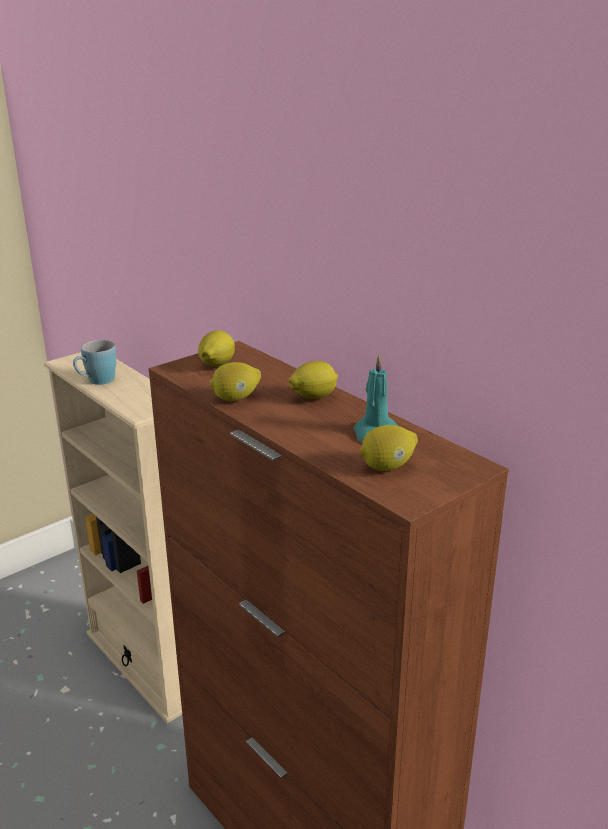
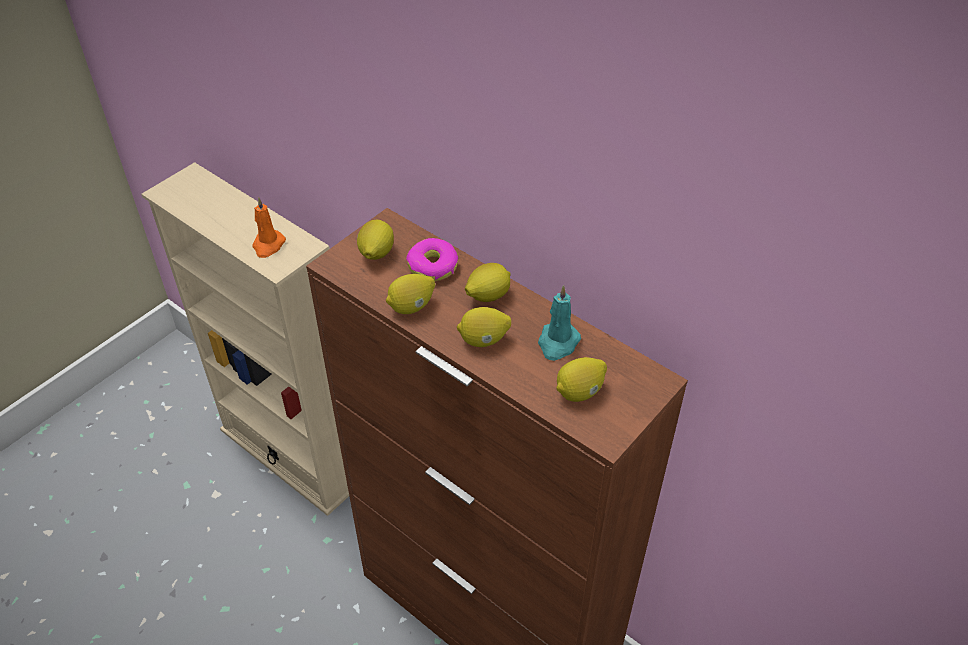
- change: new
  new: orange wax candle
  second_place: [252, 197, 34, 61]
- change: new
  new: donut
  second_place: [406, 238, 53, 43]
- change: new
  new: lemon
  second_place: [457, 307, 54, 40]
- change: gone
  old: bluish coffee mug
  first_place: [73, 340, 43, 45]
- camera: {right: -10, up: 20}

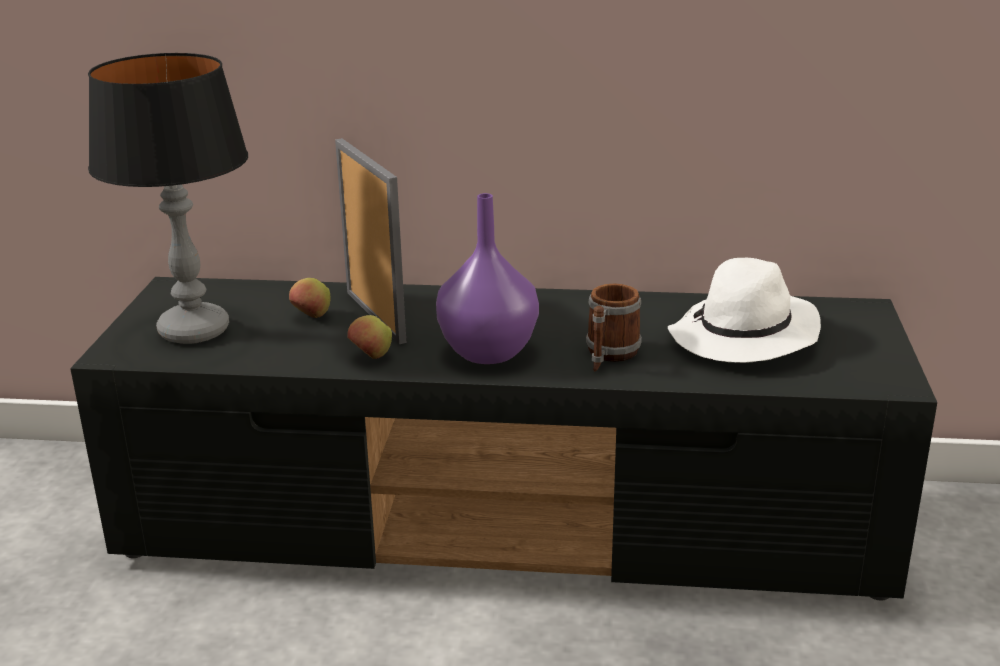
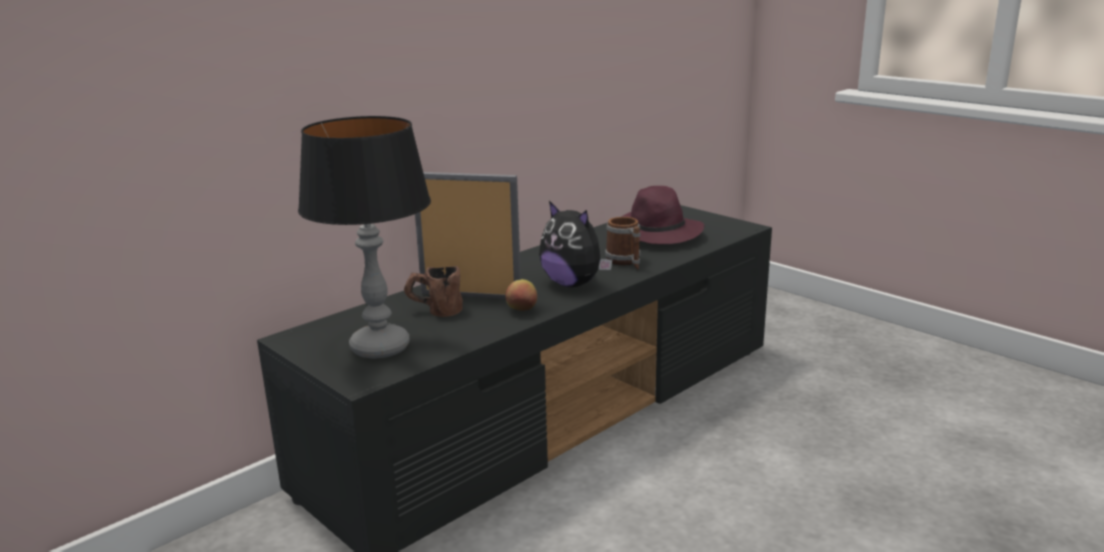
- change: swapped
  old: apple fruit
  new: brown coffee mug
  first_place: [289, 278, 42, 40]
  second_place: [404, 266, 59, 51]
- change: swapped
  old: purple decorative vase
  new: plush toy
  first_place: [436, 193, 103, 171]
  second_place: [539, 201, 73, 86]
- change: repainted
  old: whitish wearable hat
  new: purple wearable hat
  first_place: [668, 258, 153, 105]
  second_place: [621, 186, 84, 58]
- camera: {right: -50, up: -5}

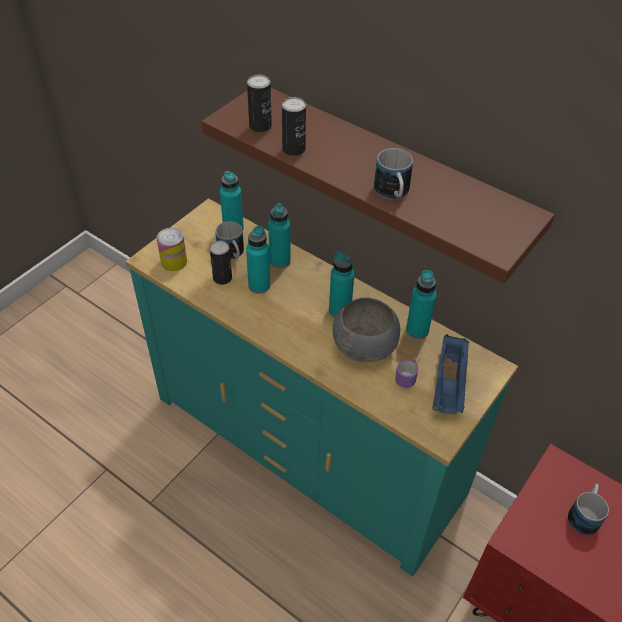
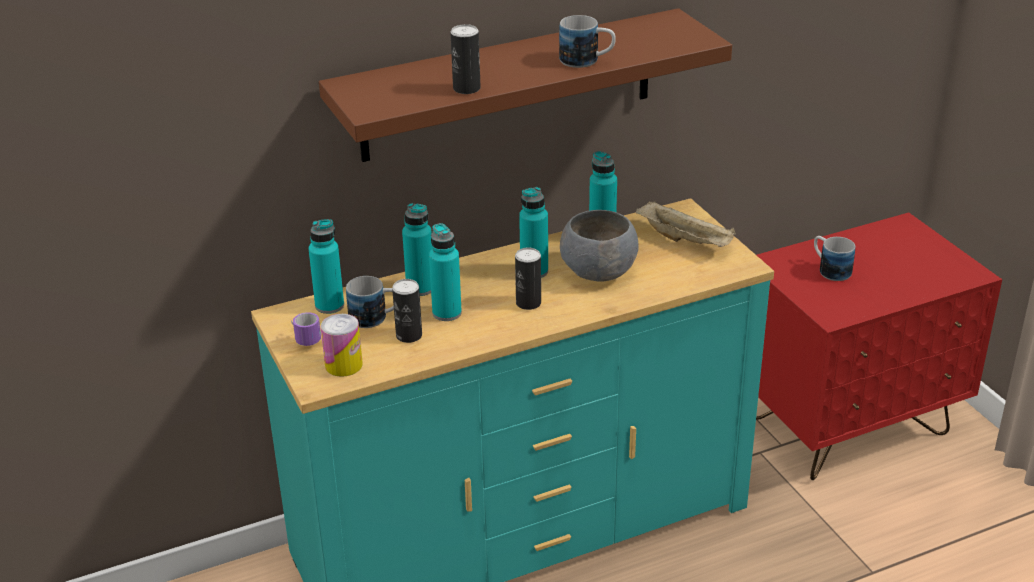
- change: shifted
  old: coffee mug
  first_place: [395, 359, 25, 29]
  second_place: [291, 312, 30, 34]
- change: shifted
  old: sealed can
  first_place: [247, 75, 25, 57]
  second_place: [515, 247, 26, 63]
- change: repainted
  old: bluish carrying tray
  new: beige-coloured carrying tray
  first_place: [433, 334, 36, 80]
  second_place: [636, 201, 100, 46]
- camera: {right: -60, up: -15}

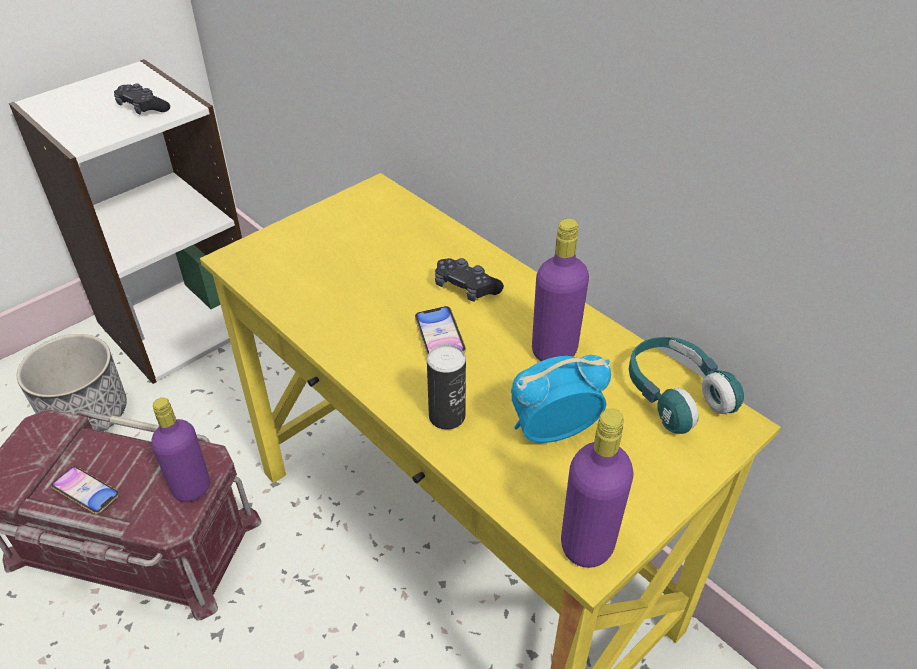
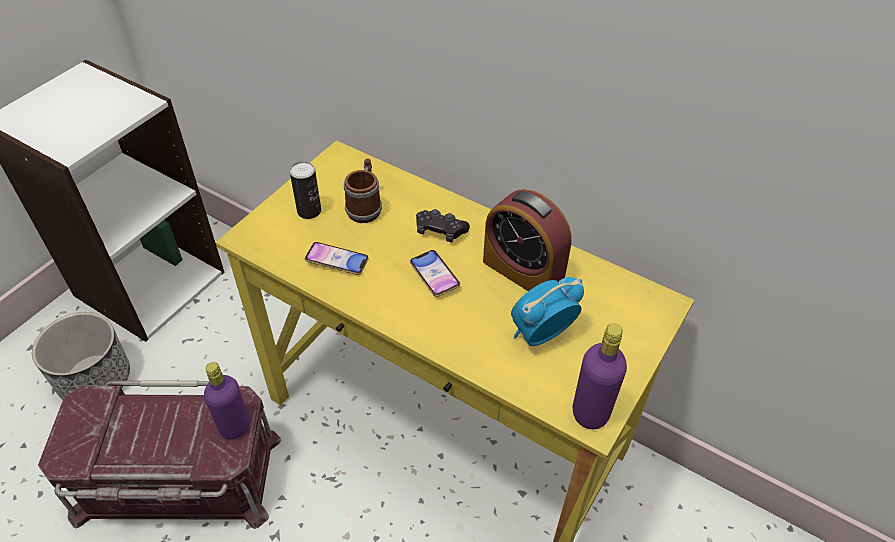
- change: shifted
  old: sealed can
  first_place: [427, 344, 39, 86]
  second_place: [290, 161, 31, 58]
- change: shifted
  old: handset
  first_place: [51, 466, 68, 48]
  second_place: [305, 242, 64, 33]
- change: new
  new: coffee mug
  second_place: [344, 158, 38, 65]
- change: swapped
  old: purple drink bottle
  new: alarm clock
  first_place: [532, 219, 57, 142]
  second_place: [483, 189, 89, 102]
- change: gone
  old: black-coloured joypad
  first_place: [114, 84, 56, 30]
- change: gone
  old: turquoise-coloured headphones
  first_place: [629, 337, 115, 97]
- camera: {right: -15, up: 5}

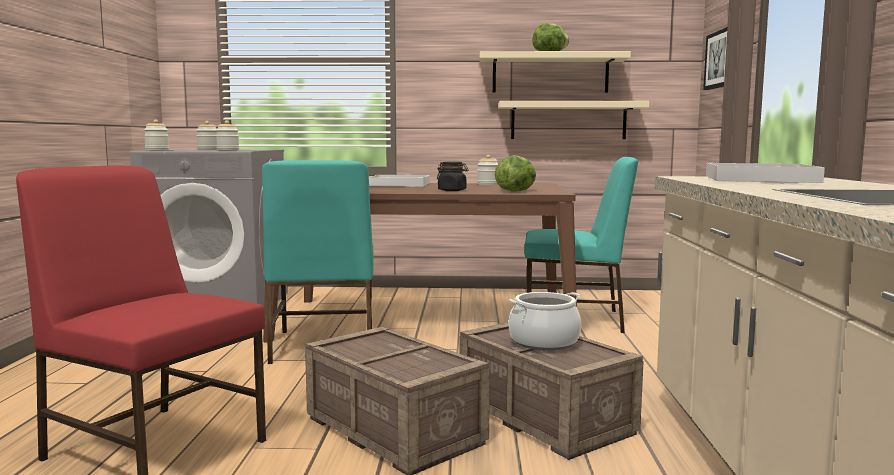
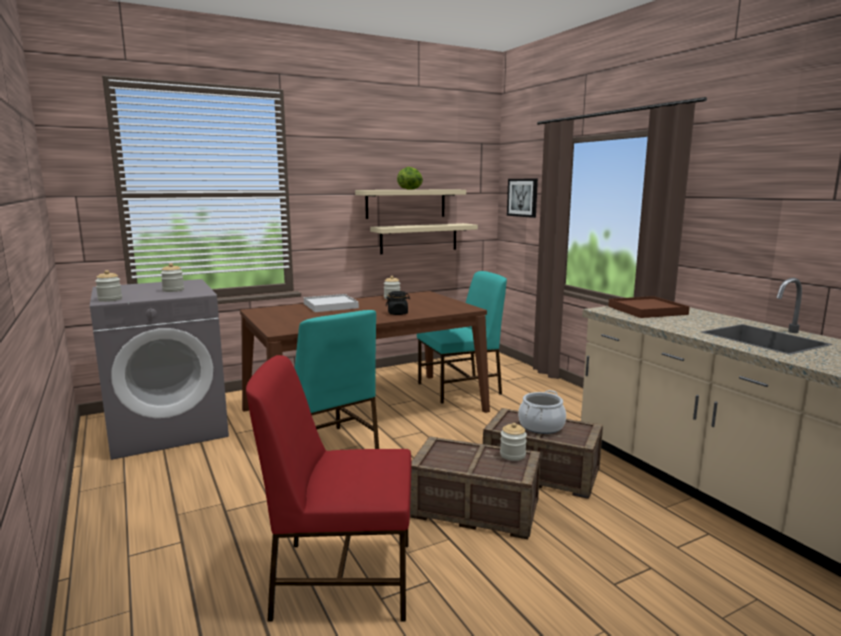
- change: shifted
  old: jar
  first_place: [196, 121, 21, 29]
  second_place: [500, 423, 27, 38]
- change: repainted
  old: whitish carrying tray
  new: brown carrying tray
  first_place: [706, 163, 119, 20]
  second_place: [608, 296, 82, 22]
- change: gone
  old: lettuce head
  first_place: [495, 155, 41, 37]
- camera: {right: -30, up: 5}

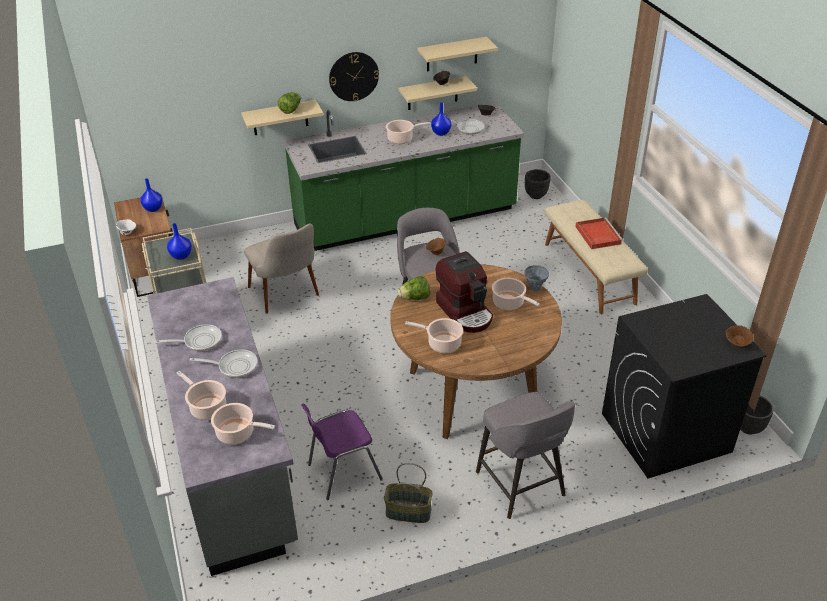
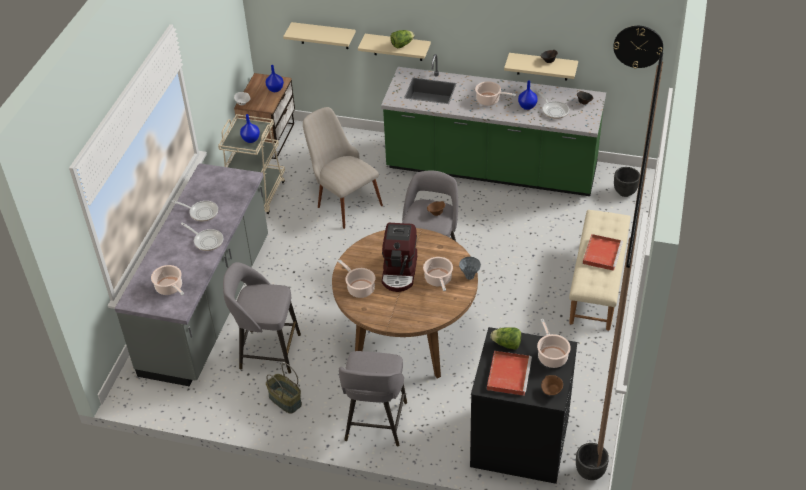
- change: swapped
  old: purple upright chair
  new: grey sitting stool
  first_place: [301, 403, 82, 97]
  second_place: [223, 262, 78, 112]
- change: shifted
  old: beige-coloured bracket shelf
  first_place: [418, 37, 80, 35]
  second_place: [283, 22, 73, 27]
- change: rotated
  old: beige-coloured upright chair
  first_place: [244, 223, 75, 91]
  second_place: [303, 107, 80, 122]
  degrees: 135
- change: new
  new: red carrying tray
  second_place: [487, 351, 45, 45]
- change: shifted
  old: lettuce head
  first_place: [398, 276, 32, 24]
  second_place: [491, 327, 30, 23]
- change: shifted
  old: saucepot
  first_place: [177, 371, 49, 49]
  second_place: [537, 319, 34, 49]
- change: shifted
  old: hanging clock
  first_place: [329, 52, 50, 49]
  second_place: [613, 26, 50, 43]
- camera: {right: 35, up: 5}

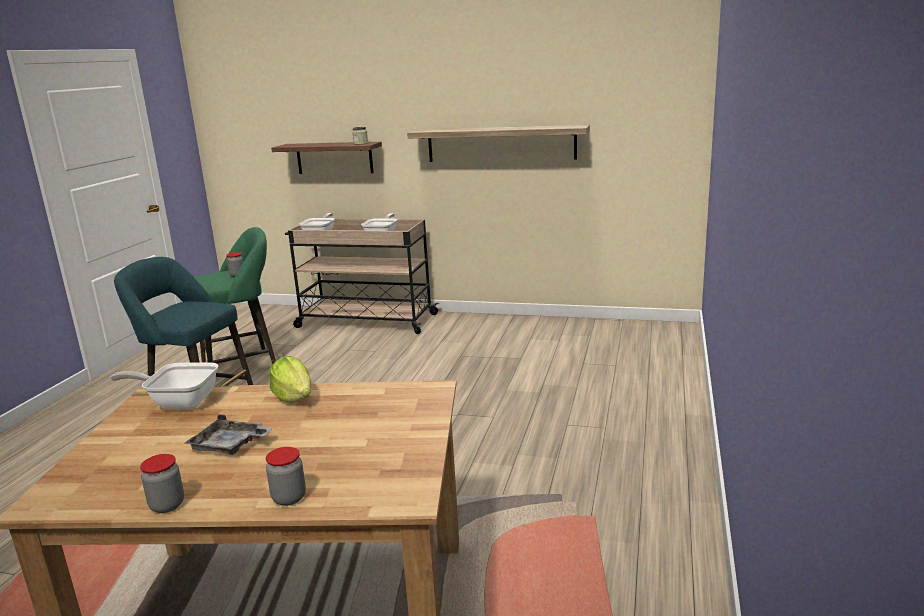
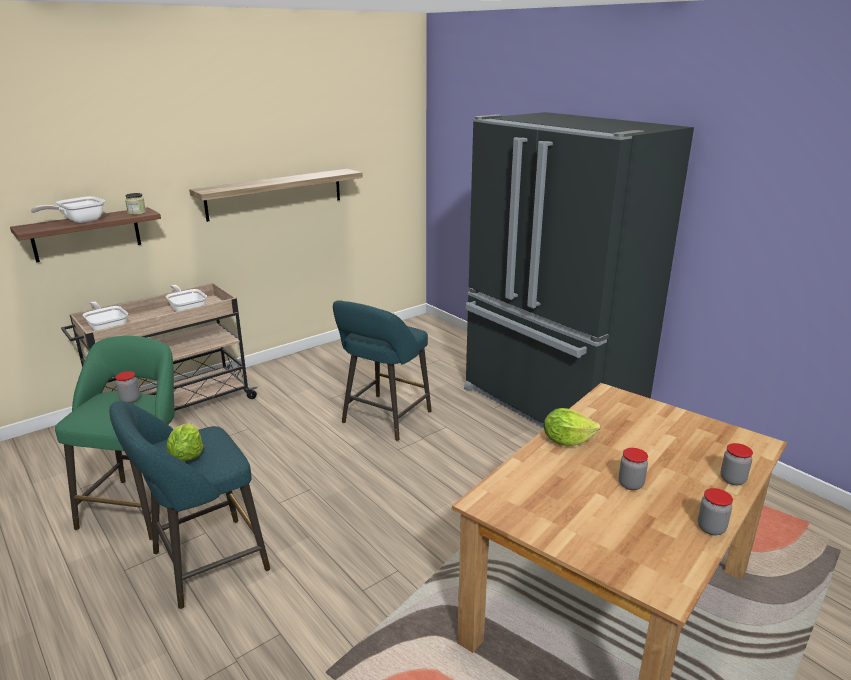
- change: shifted
  old: skillet
  first_place: [110, 362, 108, 47]
  second_place: [30, 196, 75, 27]
- change: new
  new: lettuce head
  second_place: [167, 423, 37, 38]
- change: new
  new: turquoise-coloured sitting stool
  second_place: [333, 300, 99, 141]
- change: new
  new: black-coloured fridge
  second_place: [464, 112, 230, 316]
- change: swapped
  old: grey carrying tray
  new: jar
  first_place: [185, 414, 88, 41]
  second_place: [619, 448, 29, 42]
- camera: {right: -55, up: 5}

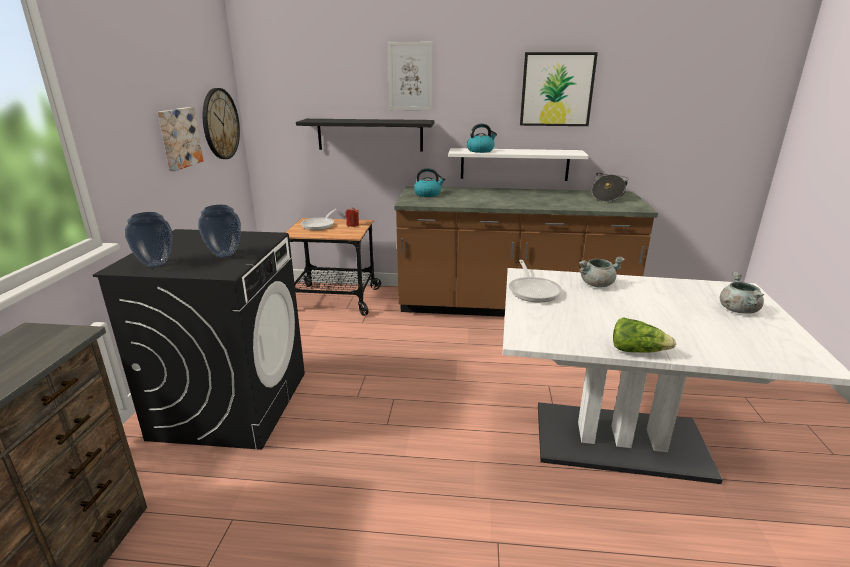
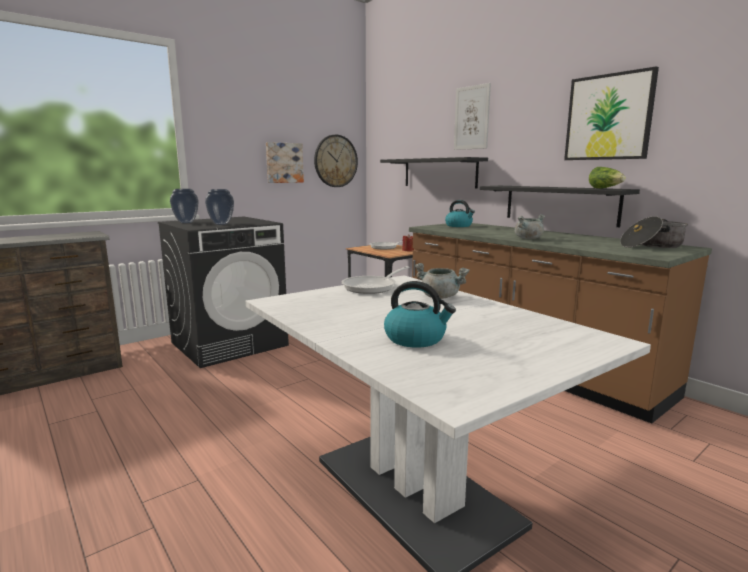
- change: shifted
  old: water kettle
  first_place: [467, 124, 30, 29]
  second_place: [384, 281, 72, 66]
- change: repainted
  old: whitish bracket shelf
  new: black-coloured bracket shelf
  first_place: [448, 148, 141, 33]
  second_place: [480, 186, 160, 41]
- change: shifted
  old: grey saucepot
  first_place: [720, 272, 44, 42]
  second_place: [514, 214, 31, 25]
- change: shifted
  old: lettuce head
  first_place: [613, 317, 63, 36]
  second_place: [589, 167, 37, 21]
- camera: {right: 45, up: -10}

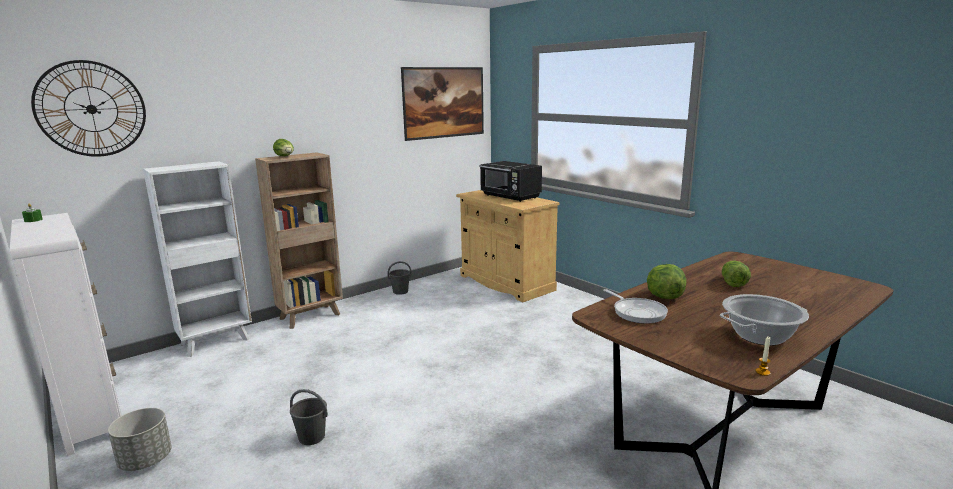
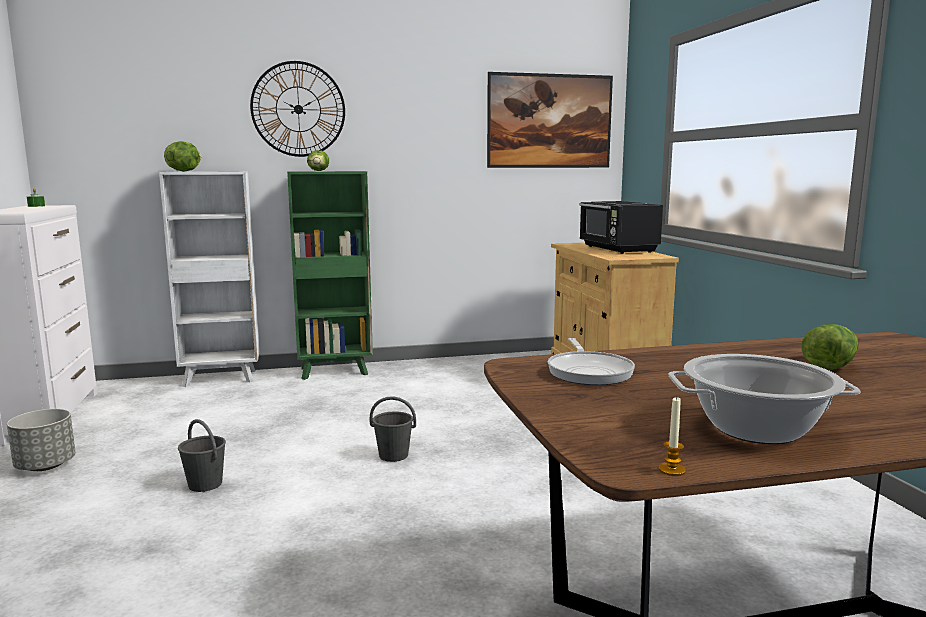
- change: shifted
  old: lettuce head
  first_place: [647, 264, 39, 35]
  second_place: [164, 141, 37, 30]
- change: shifted
  old: hanging clock
  first_place: [31, 60, 115, 97]
  second_place: [250, 61, 95, 96]
- change: repainted
  old: brown bookshelf
  new: green-coloured bookshelf
  first_place: [255, 152, 88, 177]
  second_place: [287, 171, 86, 209]
- change: shifted
  old: grey bucket
  first_place: [387, 261, 25, 34]
  second_place: [370, 396, 46, 66]
- camera: {right: 25, up: -5}

